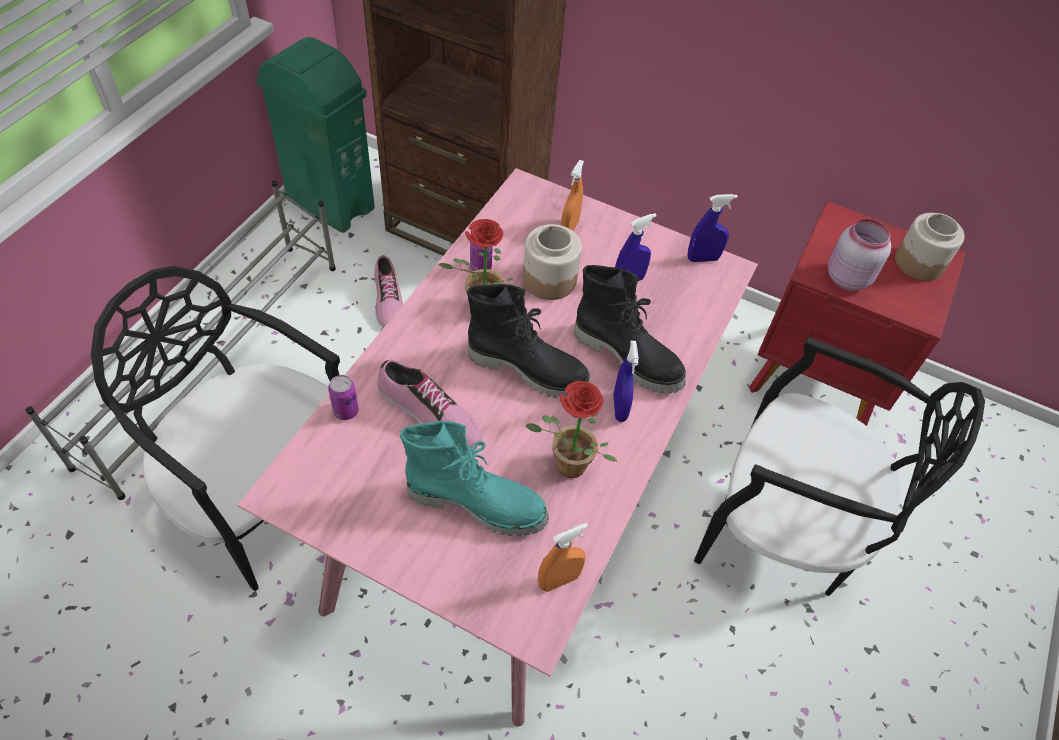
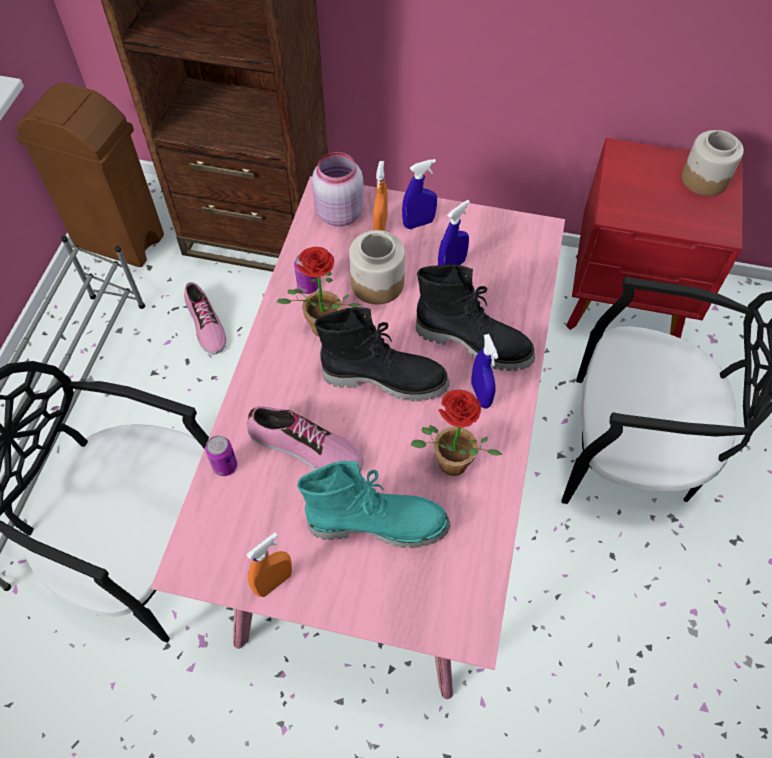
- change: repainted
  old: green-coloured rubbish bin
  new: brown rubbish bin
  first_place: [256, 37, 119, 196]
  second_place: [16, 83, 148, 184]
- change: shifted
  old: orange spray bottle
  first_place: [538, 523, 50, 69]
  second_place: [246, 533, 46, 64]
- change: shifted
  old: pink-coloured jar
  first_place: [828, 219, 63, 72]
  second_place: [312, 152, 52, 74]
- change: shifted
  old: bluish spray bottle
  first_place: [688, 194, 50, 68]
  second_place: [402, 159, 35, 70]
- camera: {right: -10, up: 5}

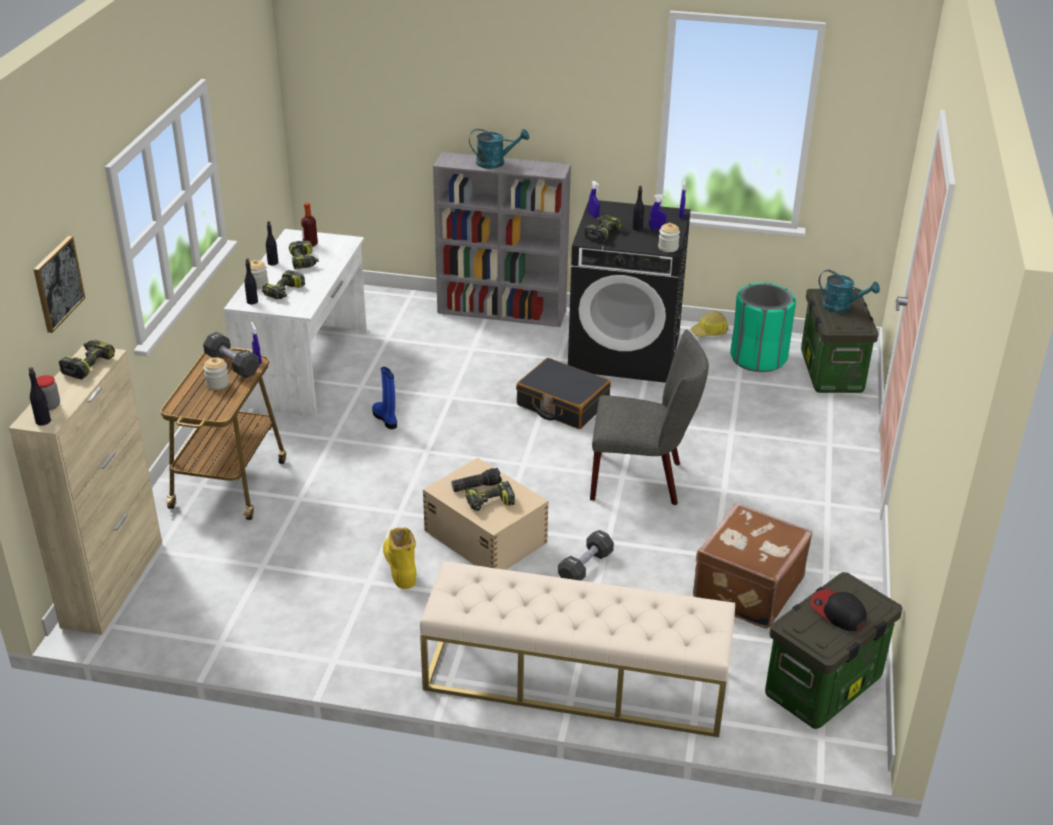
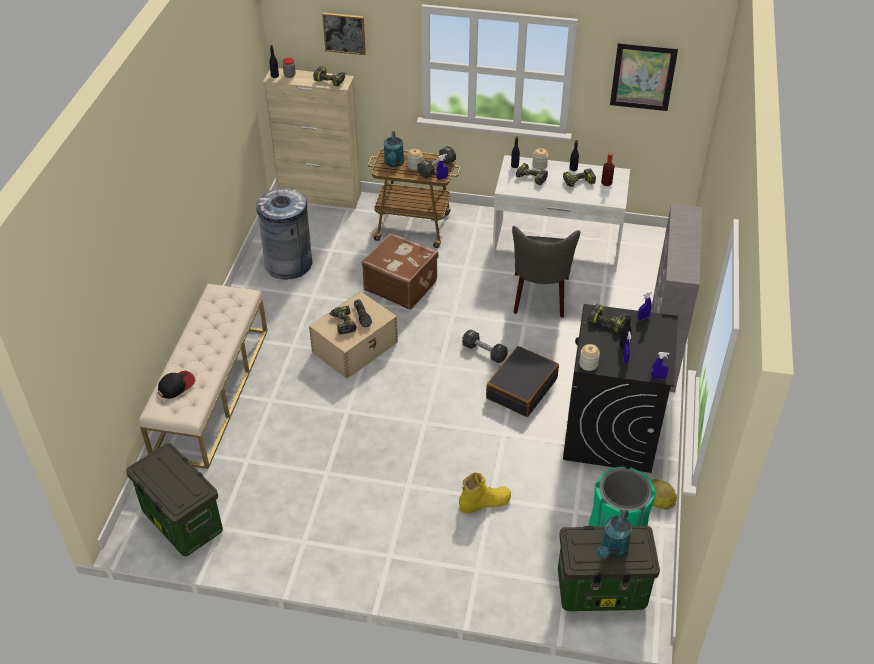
- change: shifted
  old: peaked cap
  first_place: [810, 589, 57, 42]
  second_place: [158, 371, 37, 28]
- change: new
  new: grey rubbish bin
  second_place: [256, 188, 56, 92]
- change: shifted
  old: brown suitcase
  first_place: [693, 503, 120, 125]
  second_place: [362, 233, 77, 77]
- change: shifted
  old: turquoise-coloured watering pot
  first_place: [469, 129, 60, 40]
  second_place: [384, 131, 20, 36]
- change: shifted
  old: yellow tall boot
  first_place: [383, 527, 34, 62]
  second_place: [459, 473, 52, 41]
- change: shifted
  old: black-coloured hand weight
  first_place: [558, 530, 56, 51]
  second_place: [462, 330, 46, 33]
- change: shifted
  old: grey upright chair
  first_place: [590, 330, 119, 175]
  second_place: [512, 226, 68, 92]
- change: new
  new: wall art
  second_place: [610, 43, 68, 68]
- change: gone
  old: bluish tall boot
  first_place: [372, 367, 25, 62]
- camera: {right: 90, up: 10}

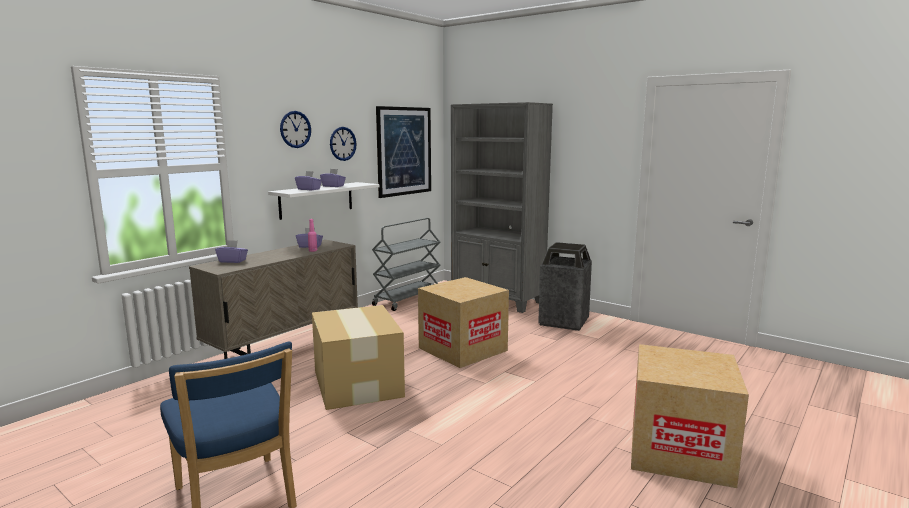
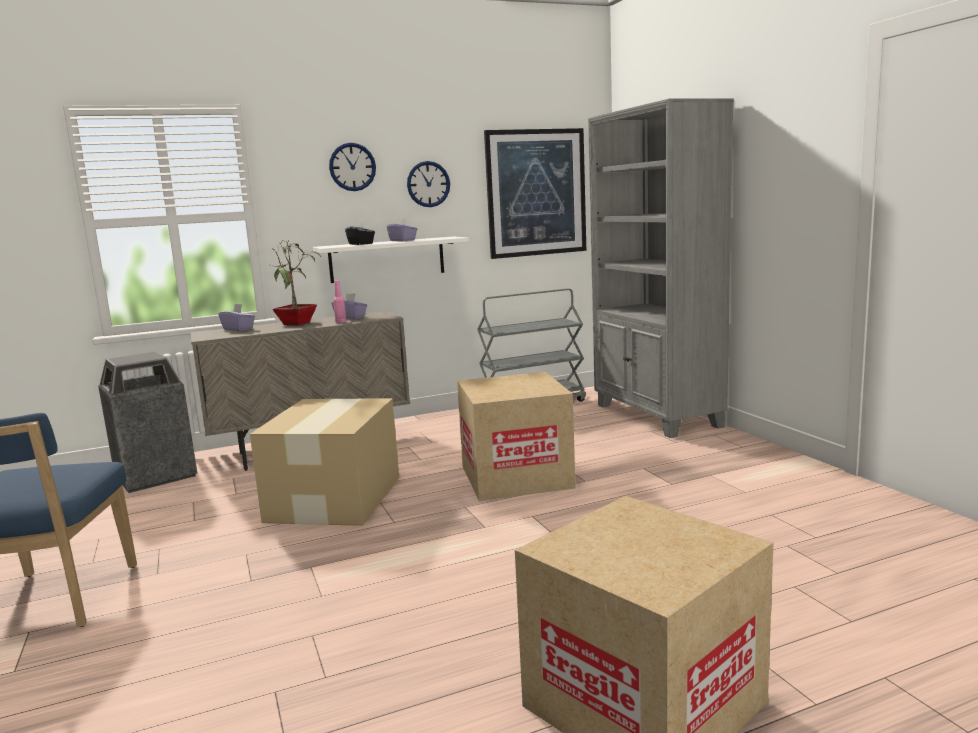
- change: shifted
  old: rubbish bin
  first_place: [538, 242, 54, 89]
  second_place: [98, 351, 99, 142]
- change: new
  new: plant in a pot
  second_place: [271, 240, 48, 85]
- change: repainted
  old: purple box of tissues
  new: black-coloured box of tissues
  first_place: [295, 171, 27, 19]
  second_place: [345, 220, 30, 25]
- camera: {right: 30, up: 0}

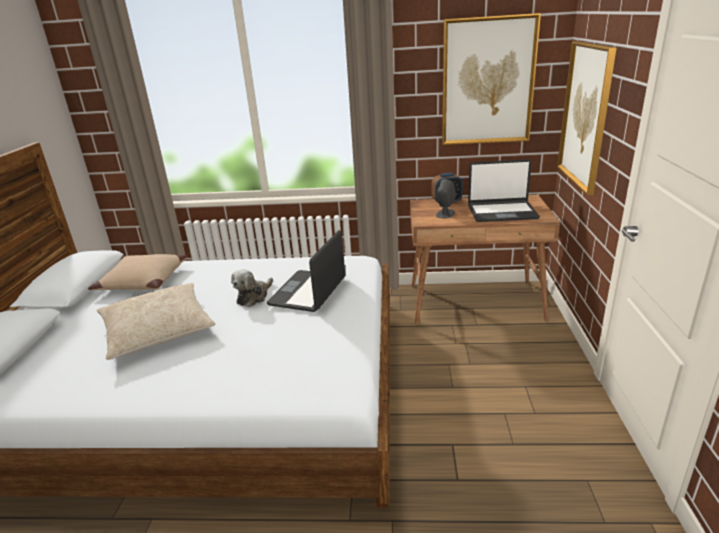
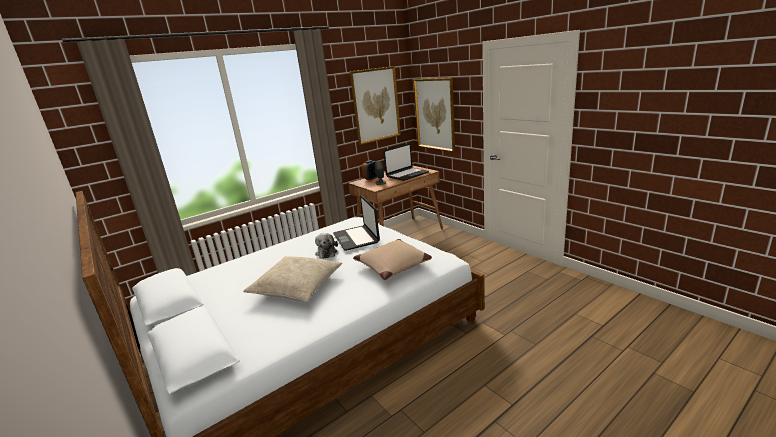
- change: shifted
  old: beige-coloured pillow
  first_place: [88, 254, 99, 36]
  second_place: [353, 239, 79, 41]
- camera: {right: -40, up: -5}

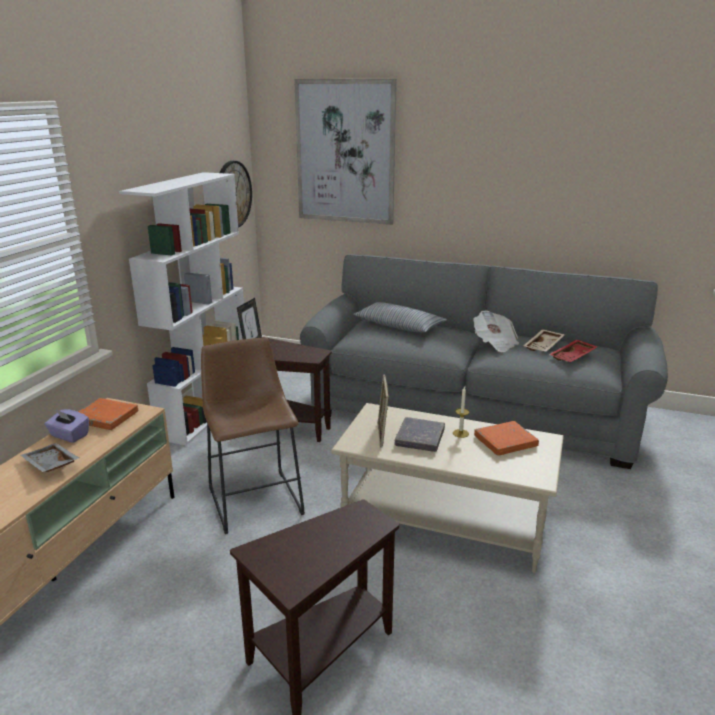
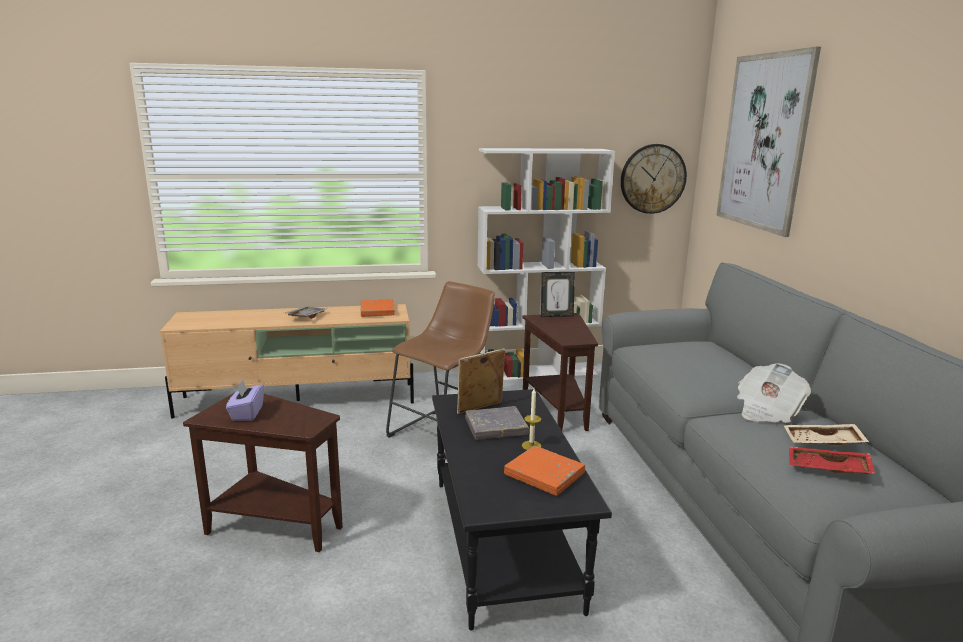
- change: shifted
  old: purple box of tissues
  first_place: [44, 409, 45, 34]
  second_place: [226, 380, 38, 41]
- change: repainted
  old: beige-coloured lounge table
  new: black-coloured lounge table
  first_place: [331, 403, 233, 170]
  second_place: [432, 389, 180, 242]
- change: gone
  old: pillow
  first_place: [353, 302, 94, 31]
- camera: {right: 60, up: -5}

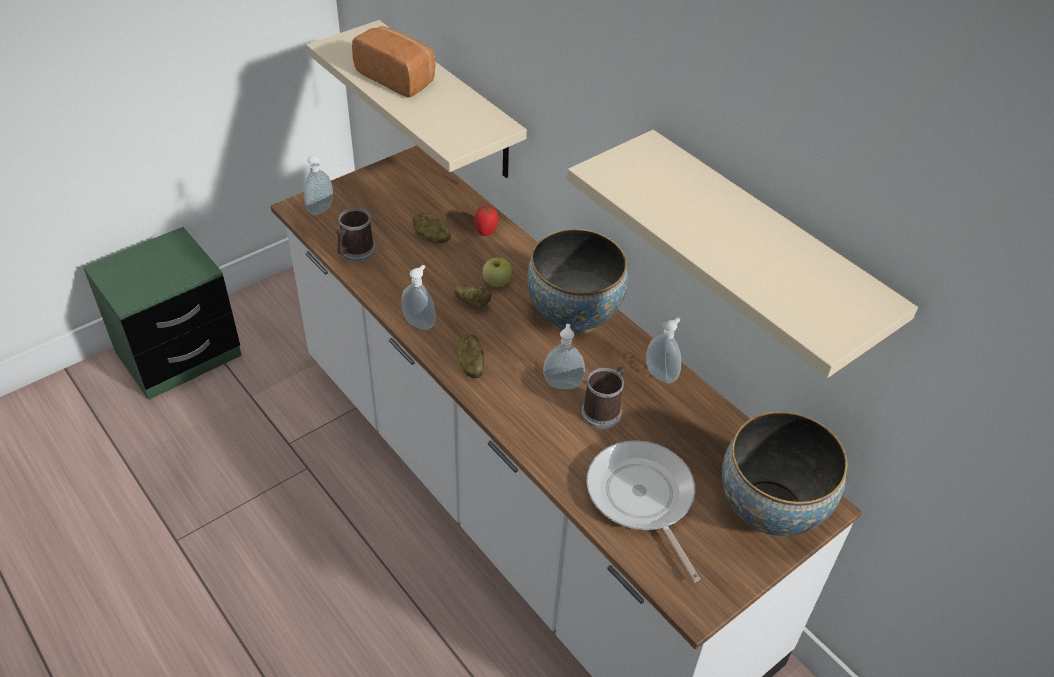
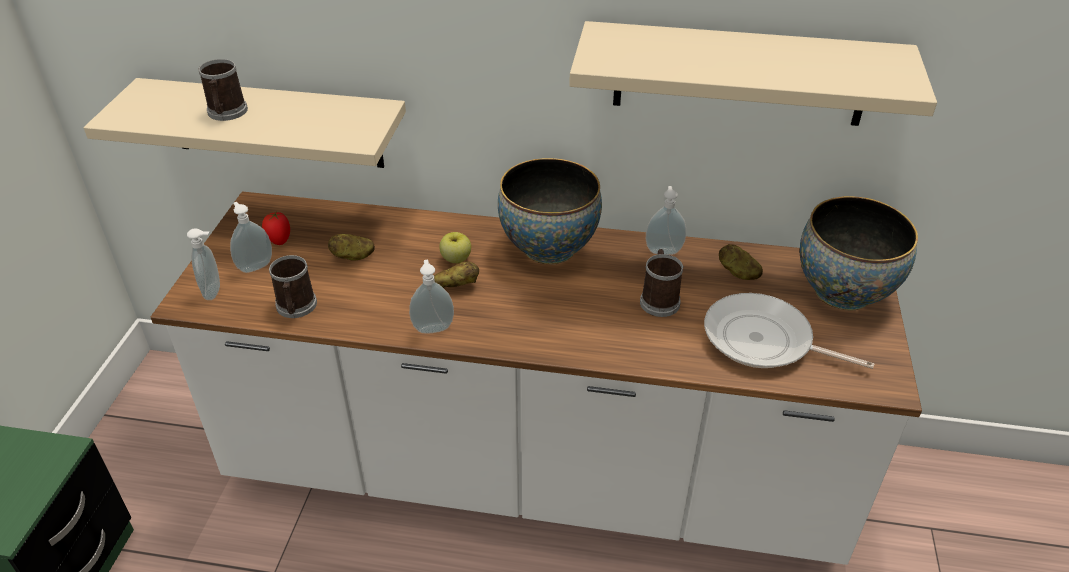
- change: swapped
  old: bakery bread
  new: coffee mug
  first_place: [352, 26, 83, 71]
  second_place: [198, 59, 50, 62]
- change: shifted
  old: liquid soap bottle
  first_place: [543, 324, 42, 65]
  second_place: [230, 202, 42, 71]
- change: shifted
  old: tomato
  first_place: [474, 206, 24, 30]
  second_place: [262, 211, 28, 34]
- change: shifted
  old: whole potato
  first_place: [457, 335, 27, 43]
  second_place: [719, 244, 44, 36]
- camera: {right: -40, up: -5}

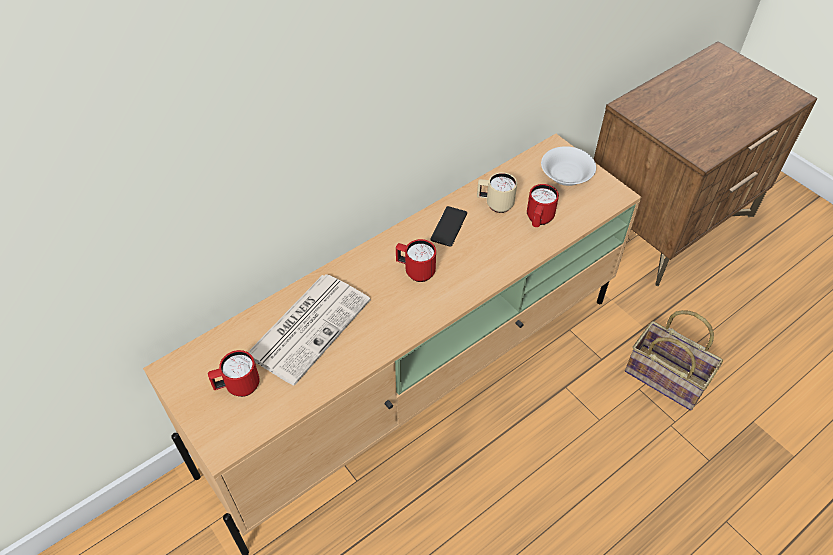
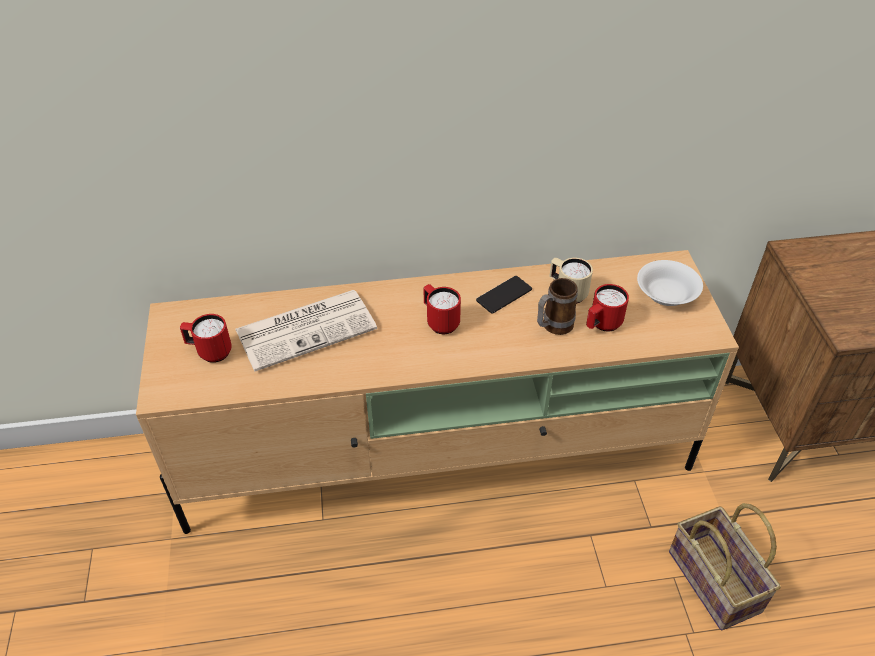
- change: new
  new: coffee mug
  second_place: [537, 278, 41, 57]
- camera: {right: 30, up: -5}

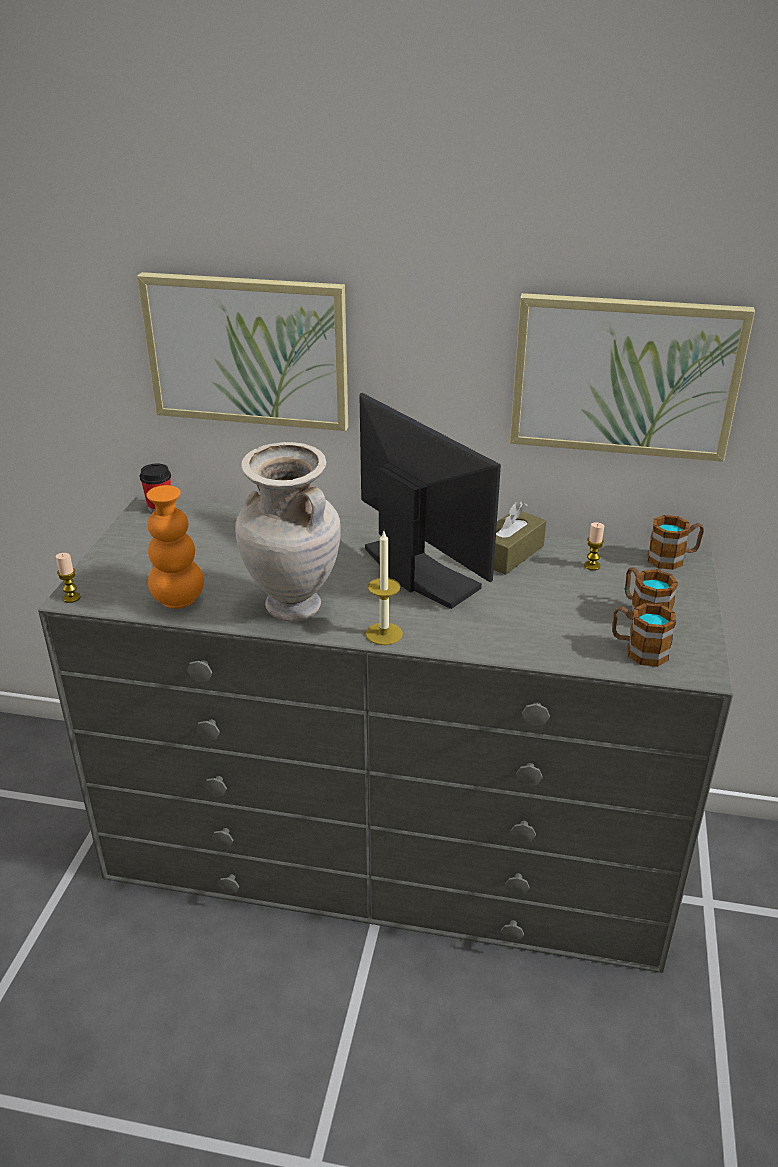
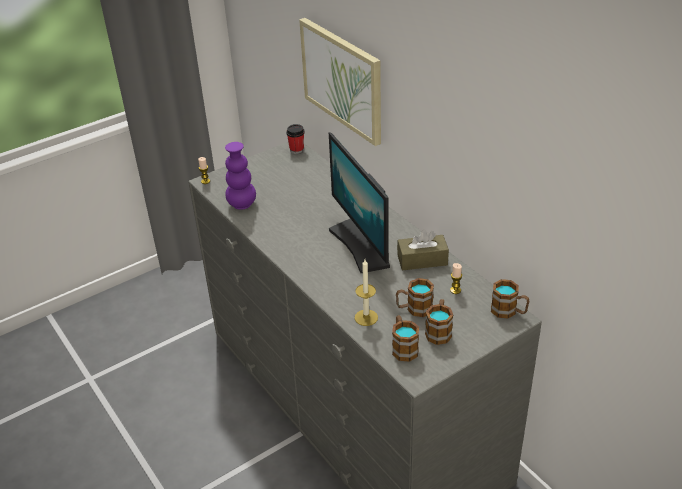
- change: repainted
  old: orange decorative vase
  new: purple decorative vase
  first_place: [146, 485, 58, 124]
  second_place: [225, 142, 31, 68]
- change: rotated
  old: monitor
  first_place: [359, 393, 142, 216]
  second_place: [329, 132, 61, 141]
  degrees: 150
- change: shifted
  old: wax candle
  first_place: [366, 531, 37, 114]
  second_place: [355, 260, 23, 66]
- change: new
  new: coffee mug
  second_place: [396, 278, 38, 39]
- change: gone
  old: beige-coloured decorative vase
  first_place: [235, 442, 106, 180]
- change: gone
  old: wall art
  first_place: [510, 293, 245, 169]
- camera: {right: 45, up: 5}

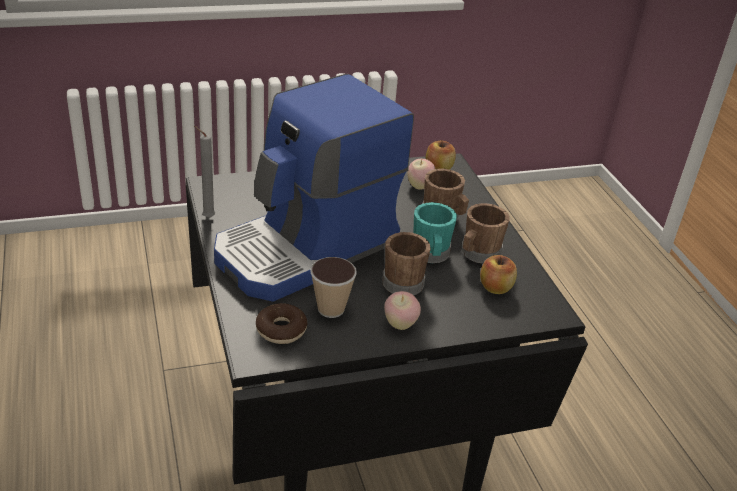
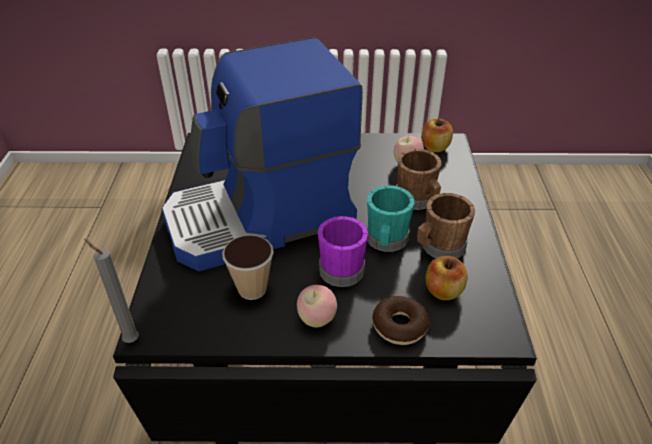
- change: shifted
  old: grey wax candle
  first_place: [194, 126, 21, 92]
  second_place: [84, 239, 55, 104]
- change: repainted
  old: brown coffee mug
  new: purple coffee mug
  first_place: [383, 232, 48, 63]
  second_place: [318, 216, 50, 71]
- change: shifted
  old: donut
  first_place: [256, 303, 52, 41]
  second_place: [372, 296, 57, 49]
- camera: {right: 20, up: 5}

